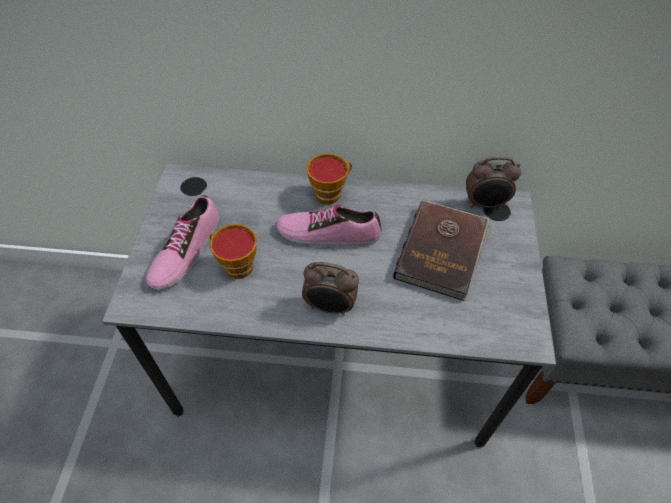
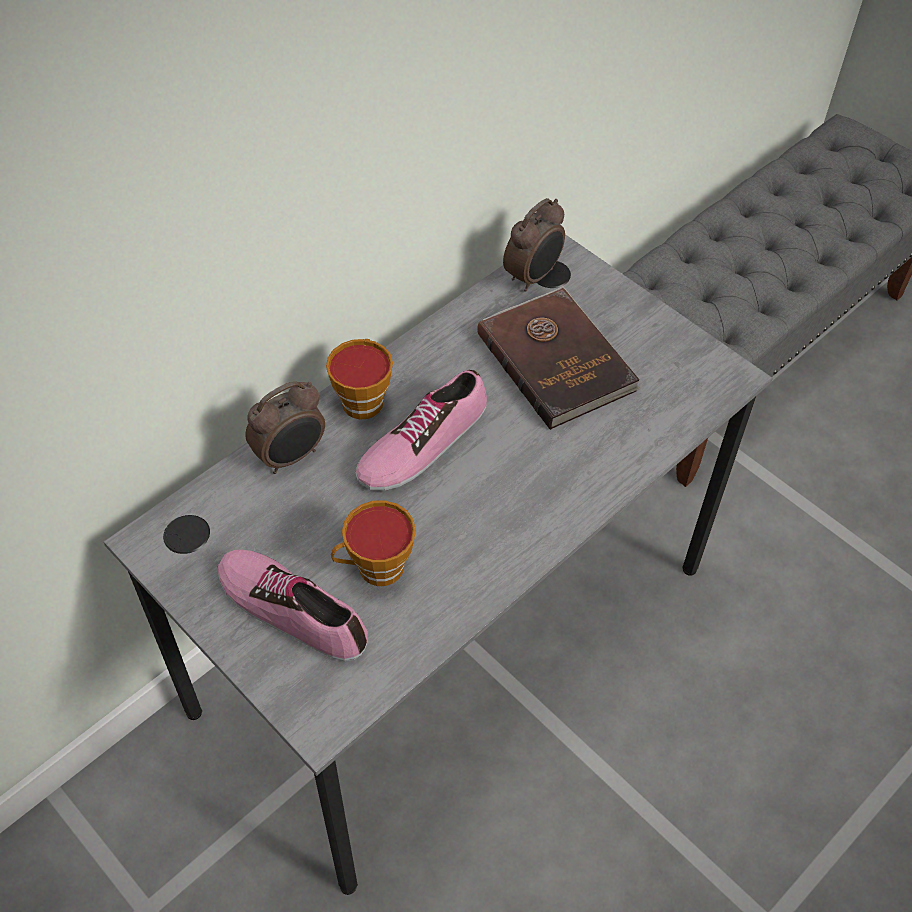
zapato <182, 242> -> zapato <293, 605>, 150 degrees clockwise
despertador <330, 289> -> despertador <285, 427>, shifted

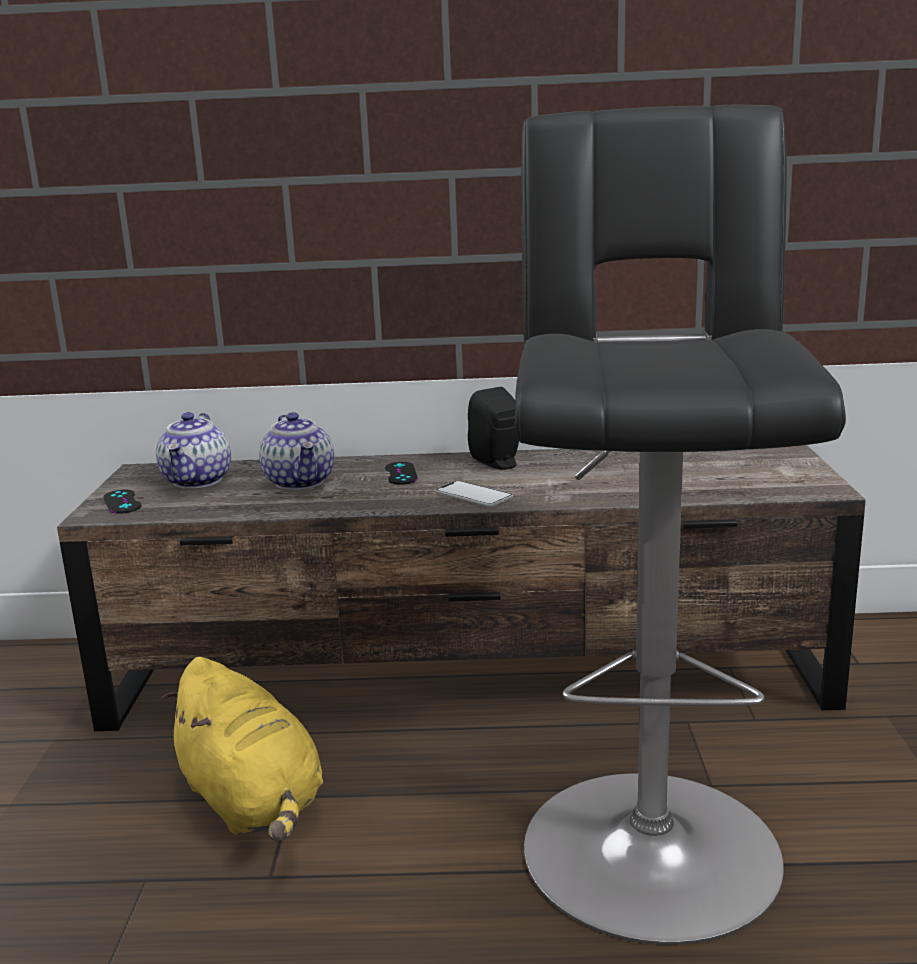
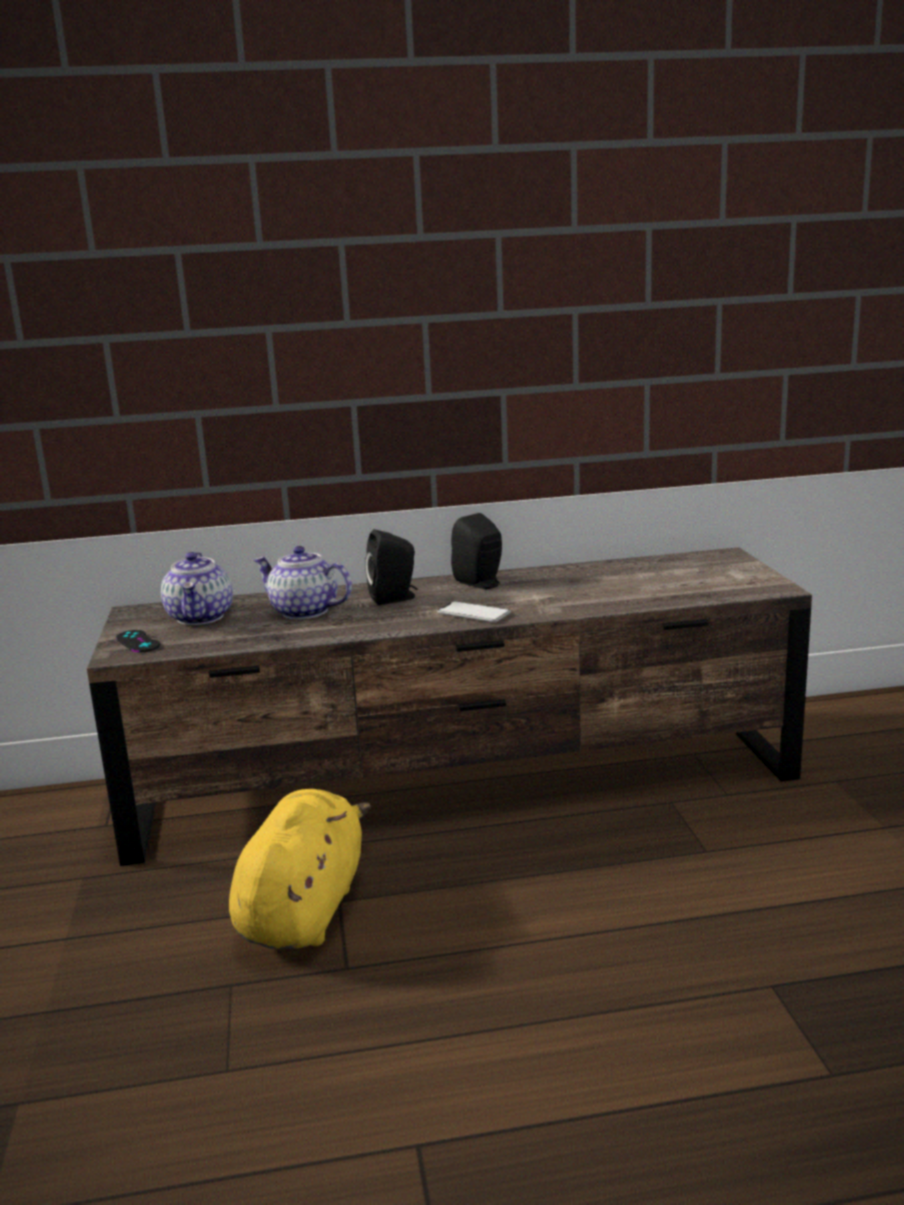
taburete [negro] <680, 525> -> none
tetera <296, 451> -> tetera <302, 583>, 150 degrees clockwise
mando de consola [negro] <401, 473> -> altavoz [negro] <391, 567>
peluche [amarillo] <242, 749> -> peluche [amarillo] <300, 869>, 120 degrees counterclockwise

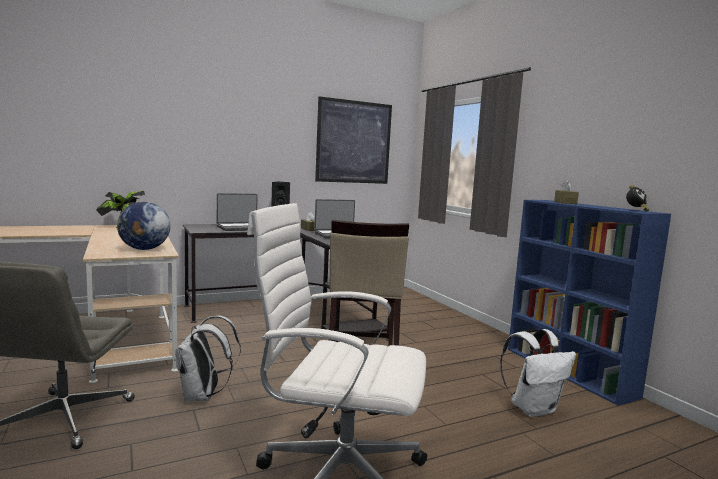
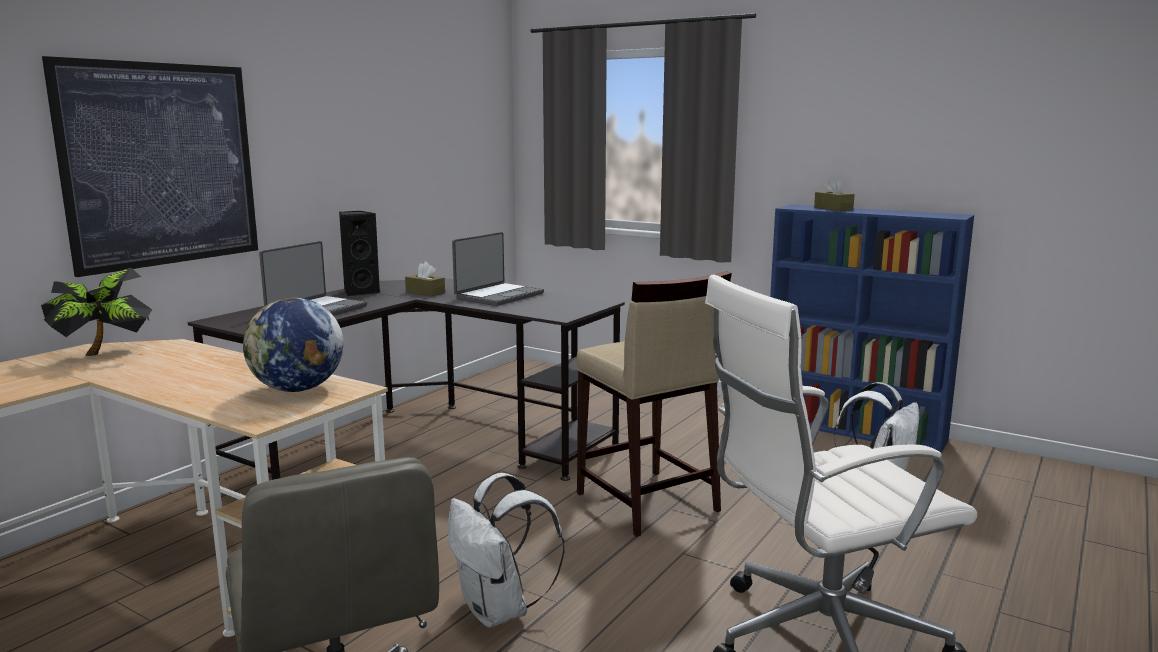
cuadro <353, 140> -> cuadro <150, 166>, shifted
despertador <637, 198> -> none

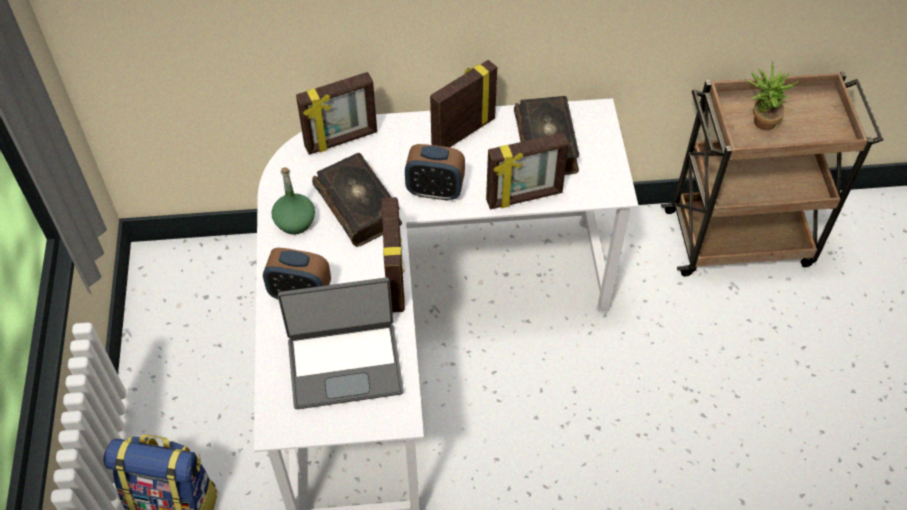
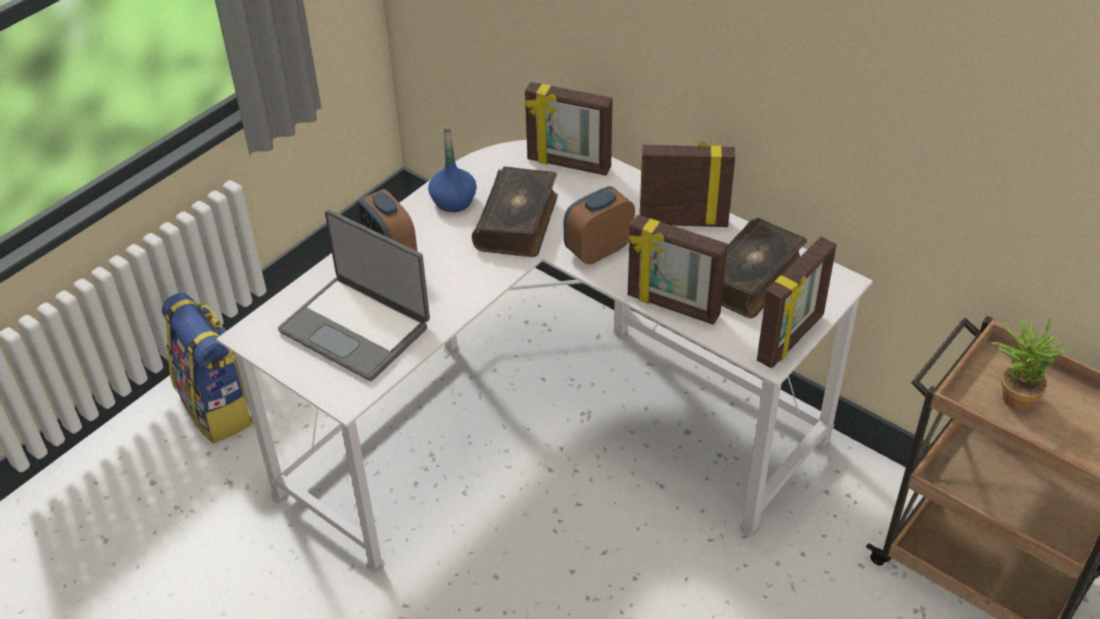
despertador <435, 172> -> despertador <599, 225>, 90 degrees clockwise
botella [verde] <293, 201> -> botella [azul] <452, 168>
portarretratos <393, 255> -> portarretratos <796, 303>, shifted

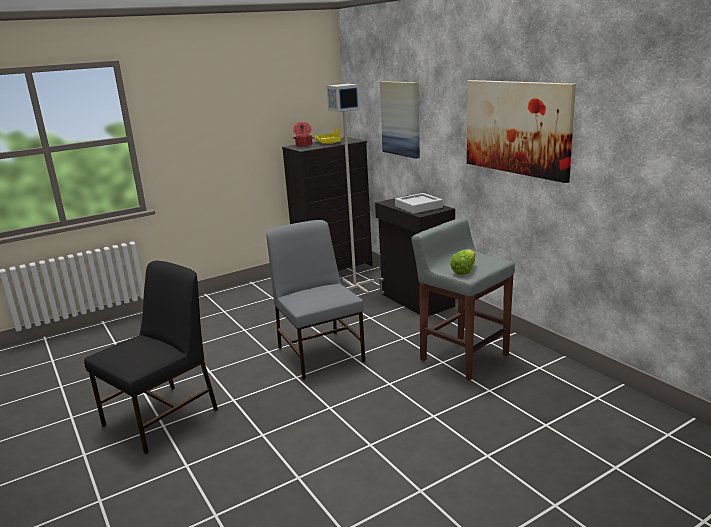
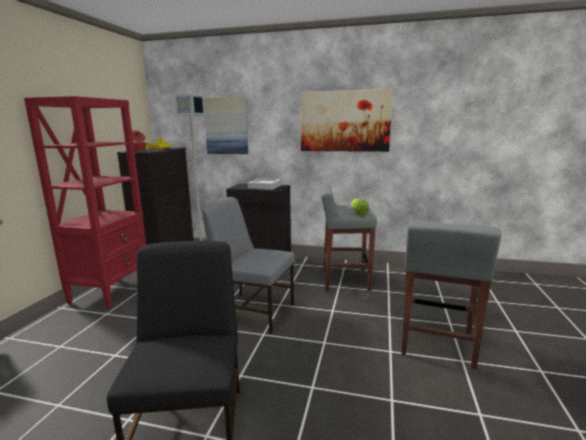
none -> estantería [rojo] <85, 202>
none -> taburete [gris] <451, 295>

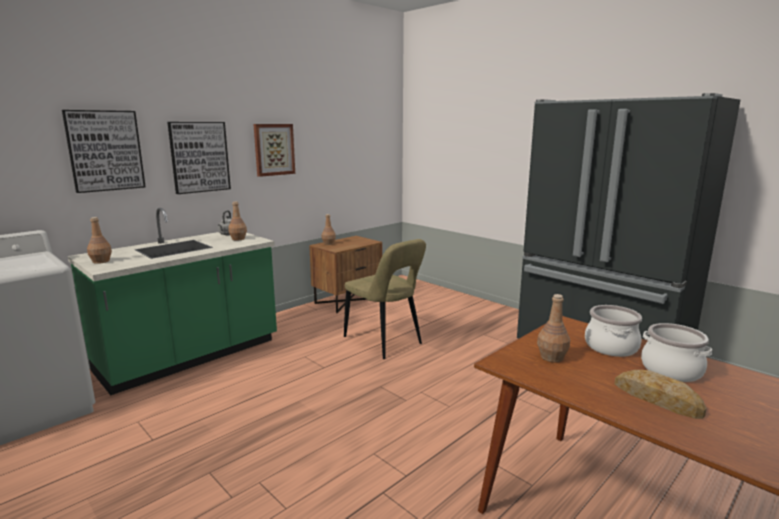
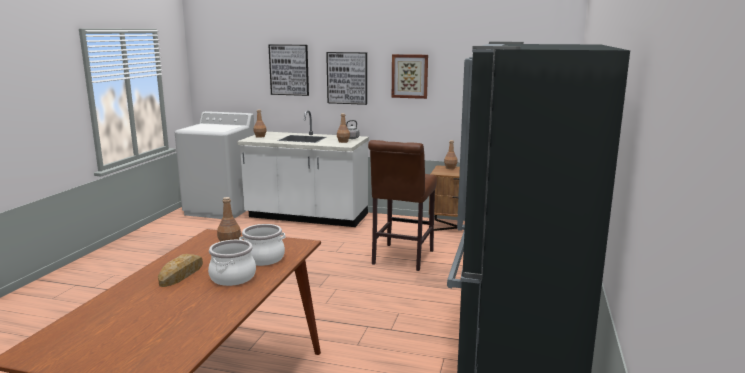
mueble bajo de cocina [verde] <172, 301> -> mueble bajo de cocina [blanco] <303, 168>
silla [beis] <385, 299> -> taburete [marrón] <402, 205>

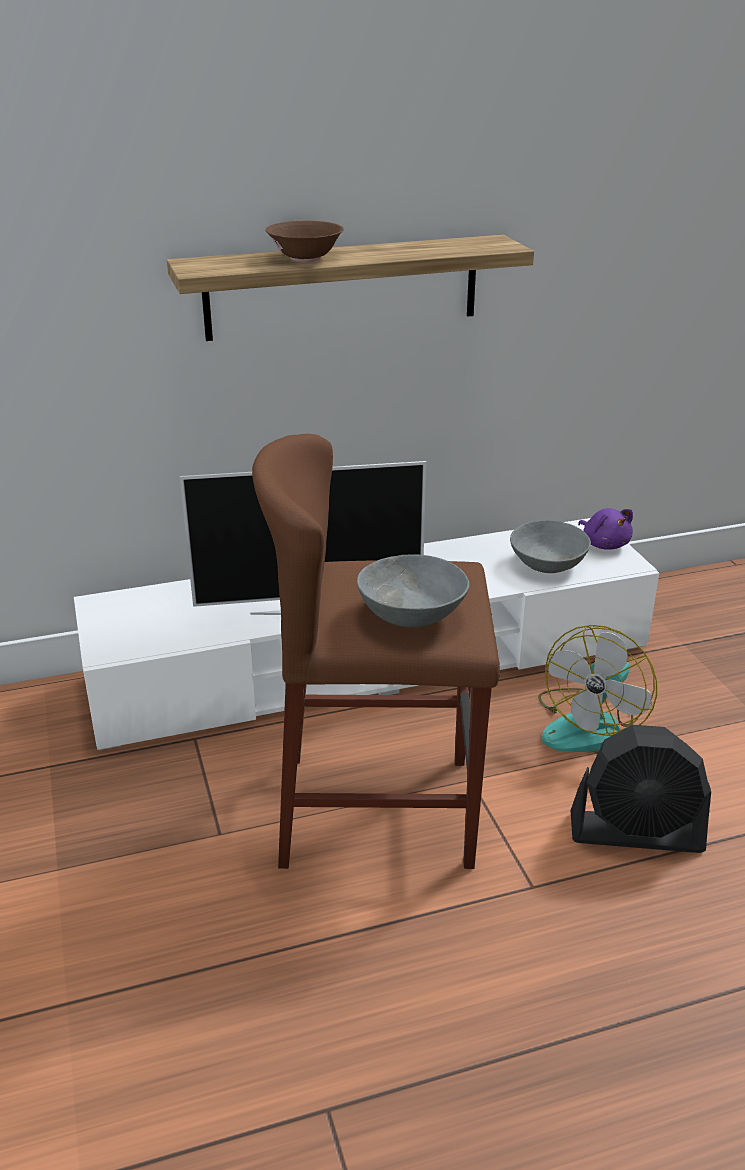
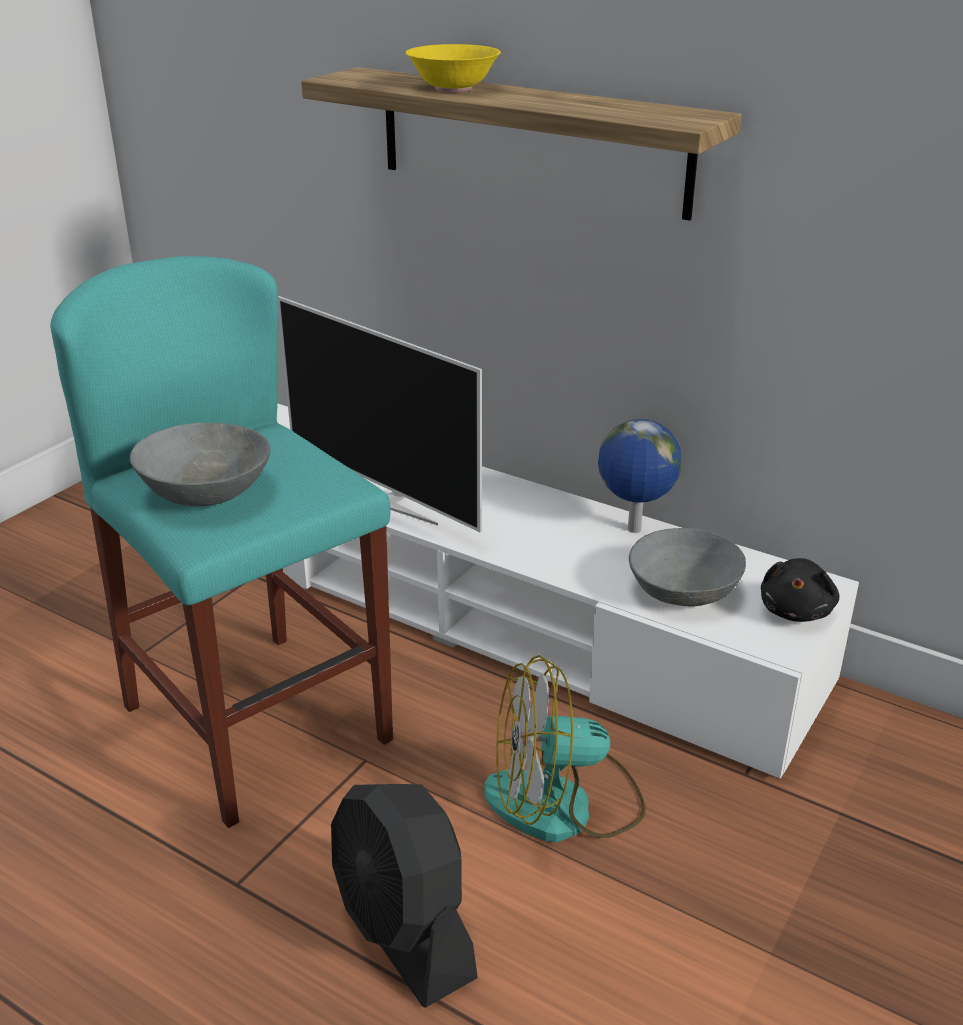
cuenco [marrón] <304, 241> -> cuenco [amarillo] <453, 68>
taburete [marrón] <376, 651> -> taburete [turquesa] <221, 542>
peluche [morado] <605, 529> -> peluche [negro] <800, 590>
none -> globo terráqueo <640, 476>

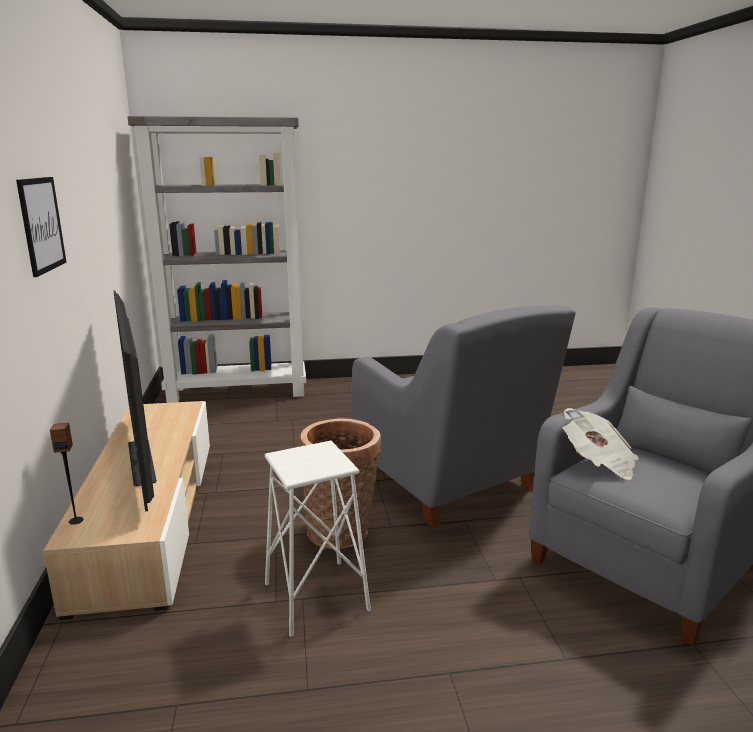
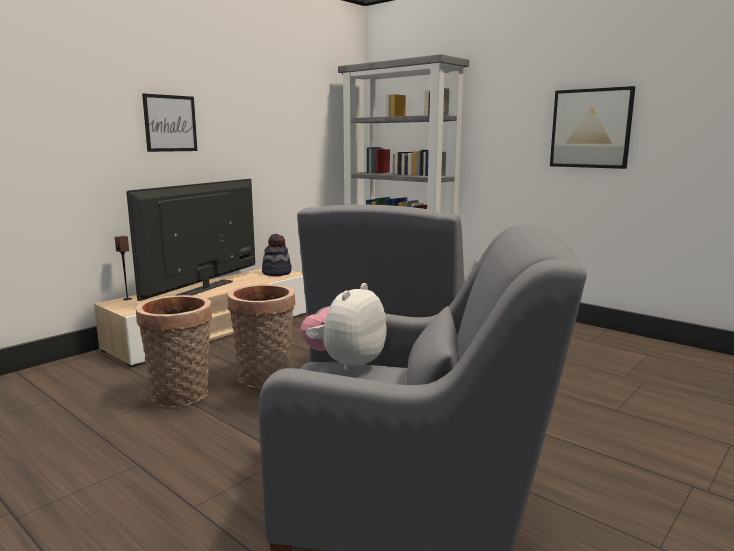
periódico <600, 444> -> peluche <343, 327>
taburete [blanco] <318, 539> -> cesta <174, 351>
none -> cuadro <592, 127>
none -> sombrero <277, 255>

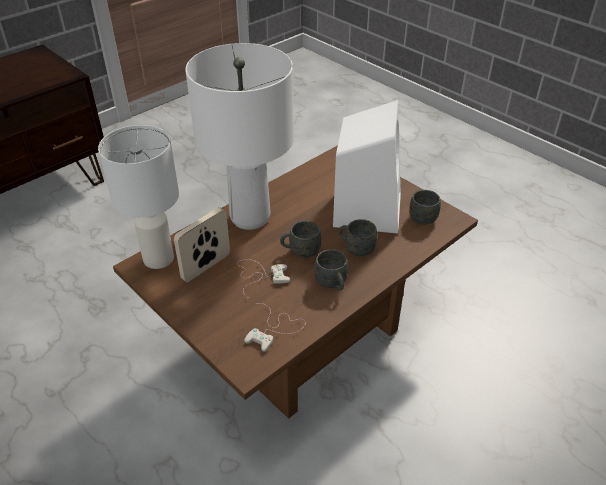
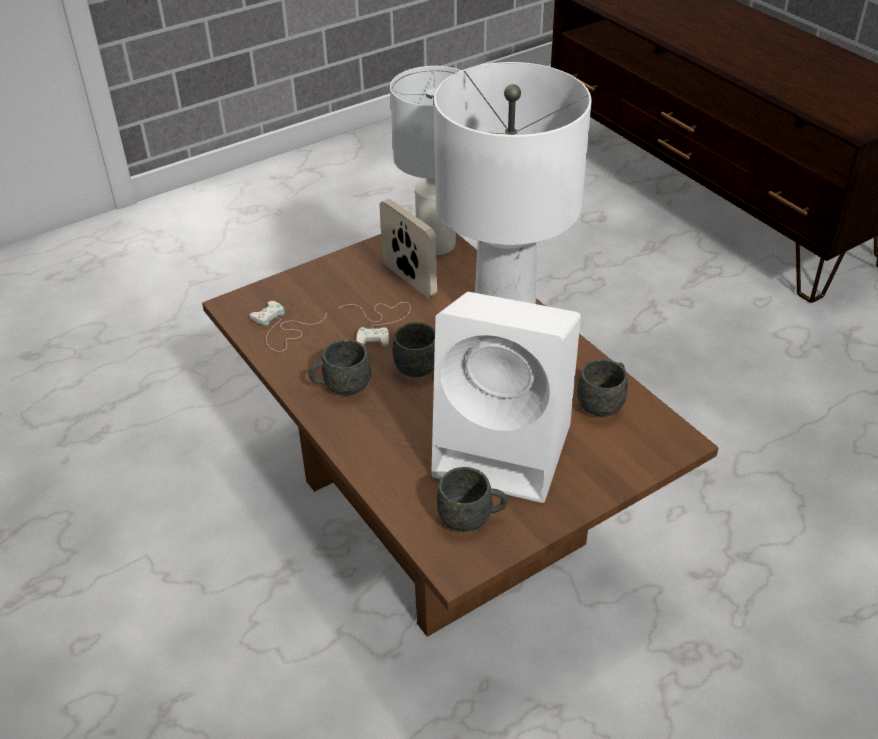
taza grande [gris] <357, 237> -> taza grande [gris] <602, 387>, shifted

